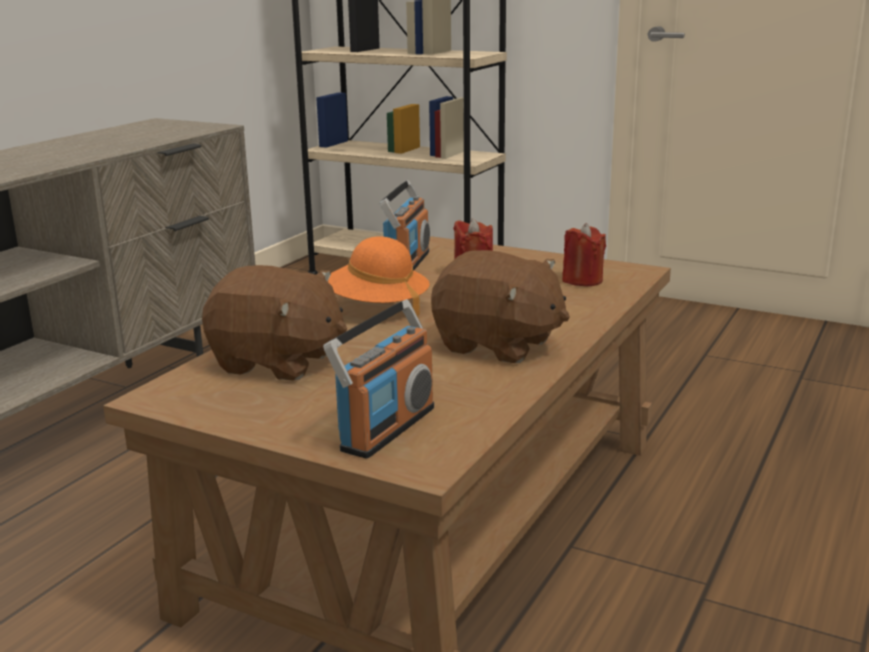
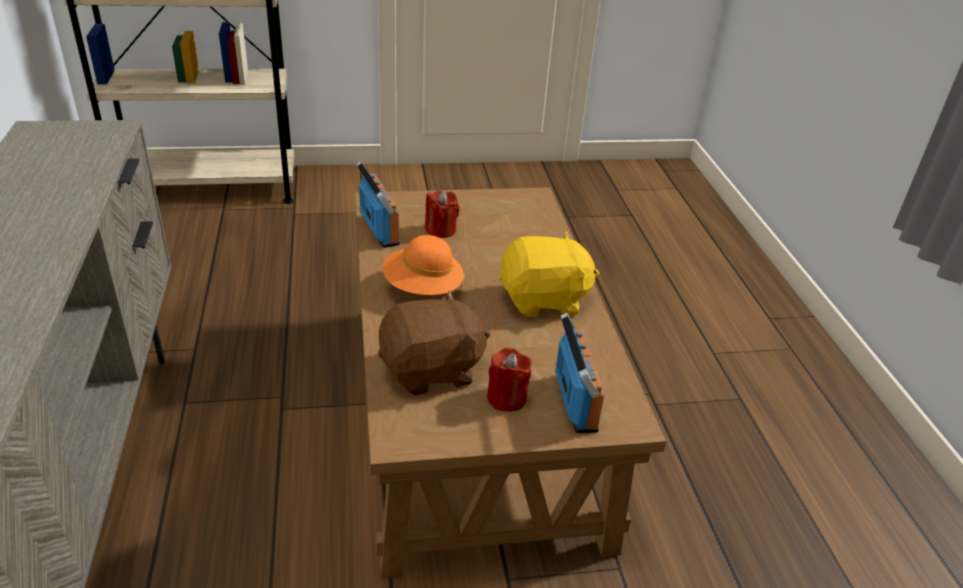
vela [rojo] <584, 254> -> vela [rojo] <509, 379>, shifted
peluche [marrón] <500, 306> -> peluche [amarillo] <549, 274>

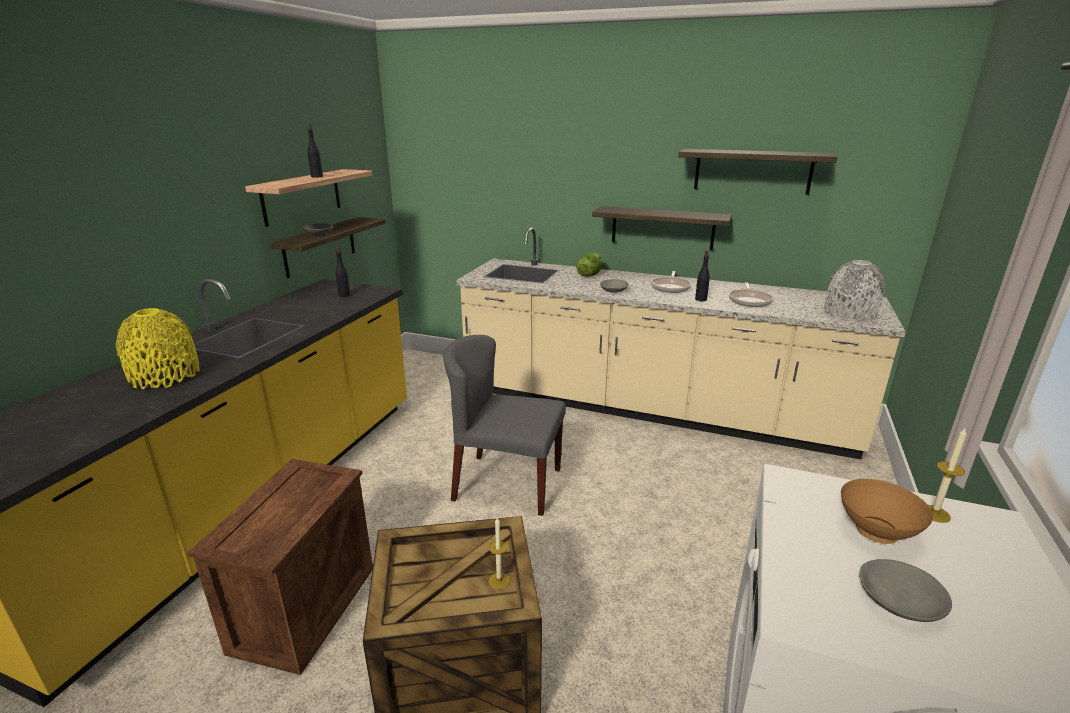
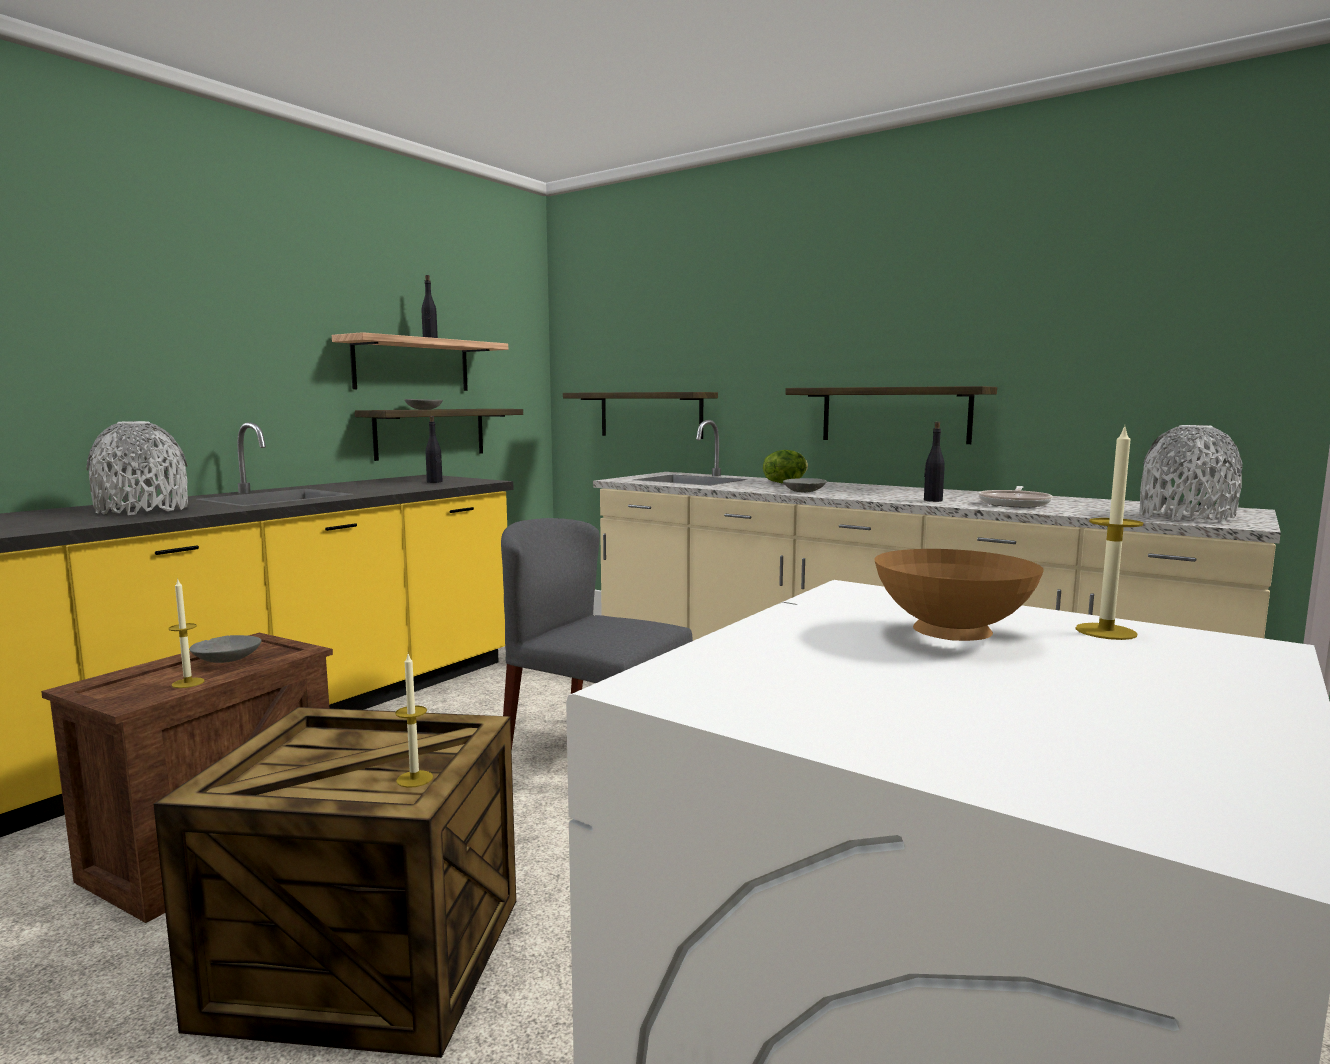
estante <757, 172> -> estante <640, 415>, shifted
sartén <671, 282> -> none
florero [amarillo] <157, 348> -> florero [gris] <137, 468>
cuenco [gris] <905, 590> -> cuenco [gris] <225, 649>, shifted
none -> vela <186, 634>

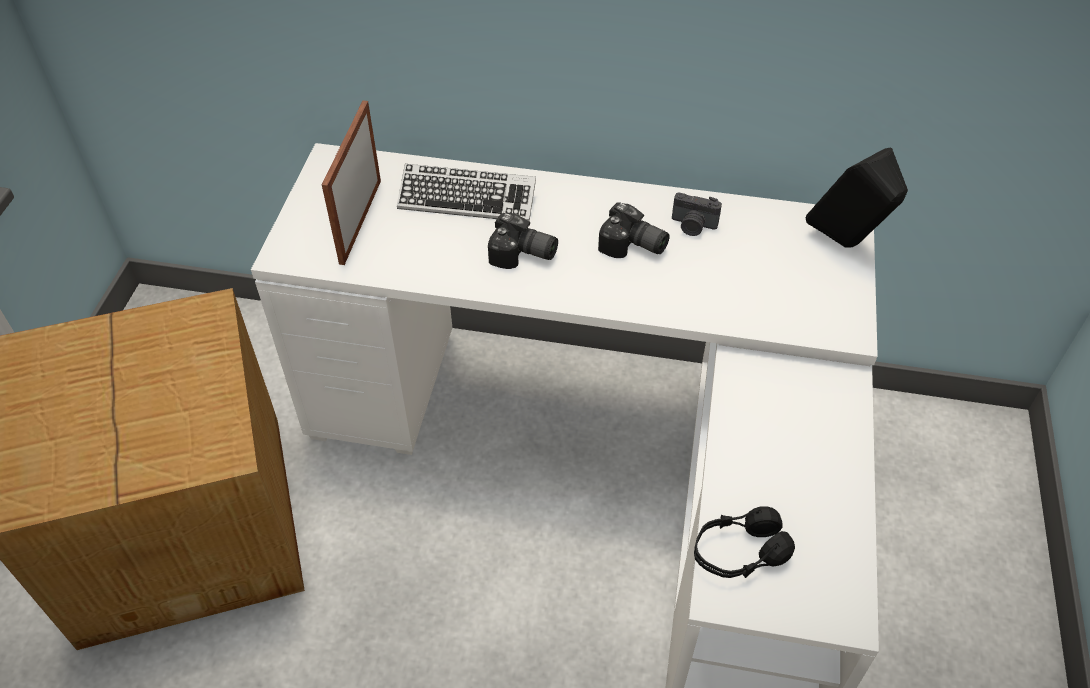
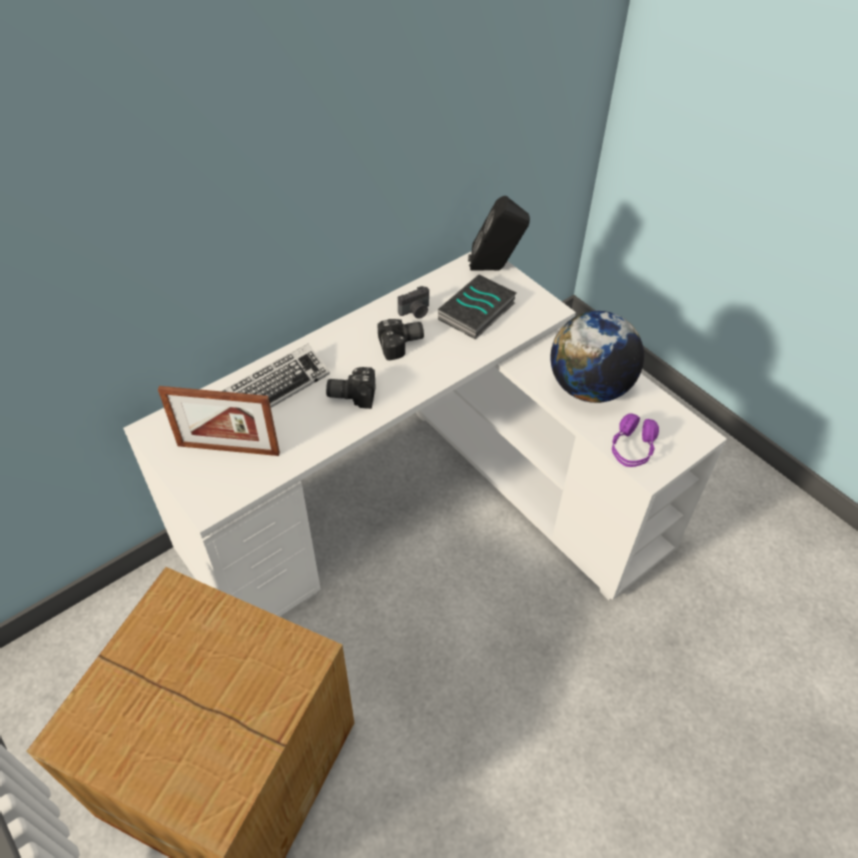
portarretratos <351, 183> -> portarretratos <219, 421>, 45 degrees counterclockwise
cámara <523, 241> -> cámara <351, 388>, 150 degrees counterclockwise
auriculares [negro] <744, 542> -> auriculares [morado] <635, 440>
none -> libro <477, 307>
none -> globo terráqueo <597, 357>

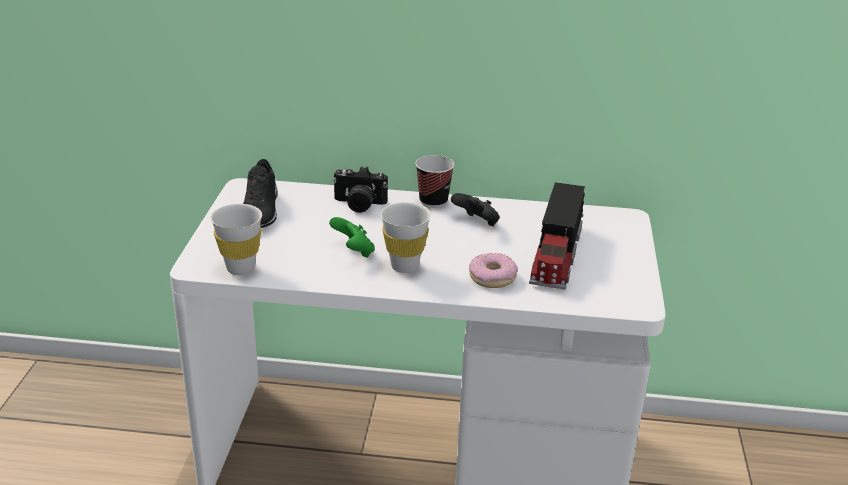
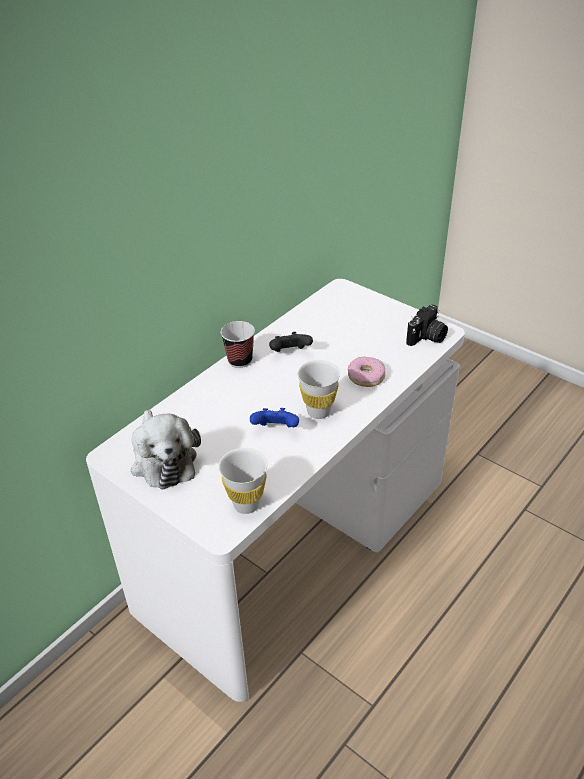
zapato [negro] <260, 193> -> peluche <166, 449>
cámara <360, 189> -> cámara <427, 325>, shifted
camión de juguete <557, 236> -> none
mando de consola [verde] <352, 237> -> mando de consola [azul] <274, 417>

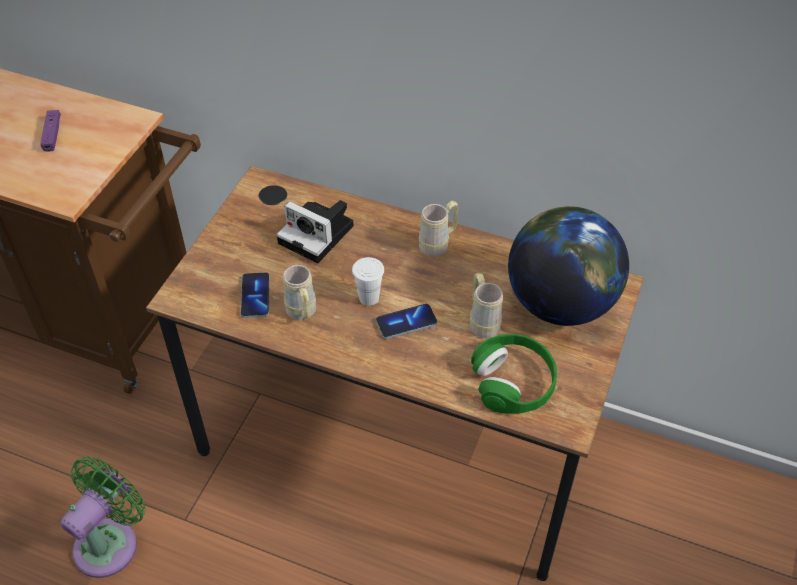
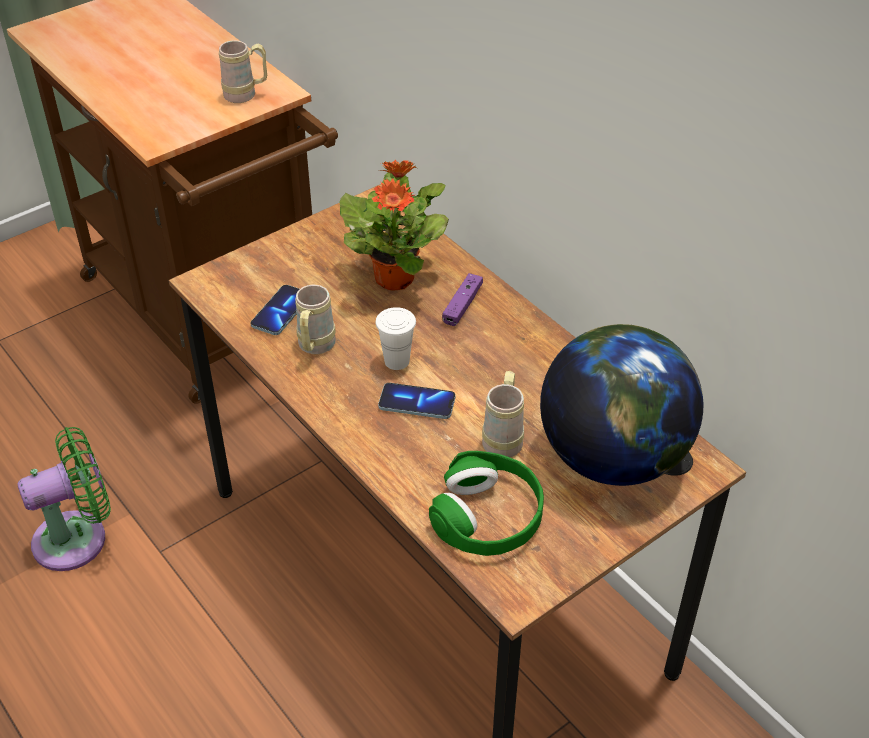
mando de consola [morado] <50, 131> -> mando de consola [morado] <462, 299>, shifted
cámara <315, 231> -> planta en maceta <394, 225>
taza grande [beis] <439, 229> -> taza grande [beis] <243, 71>, shifted

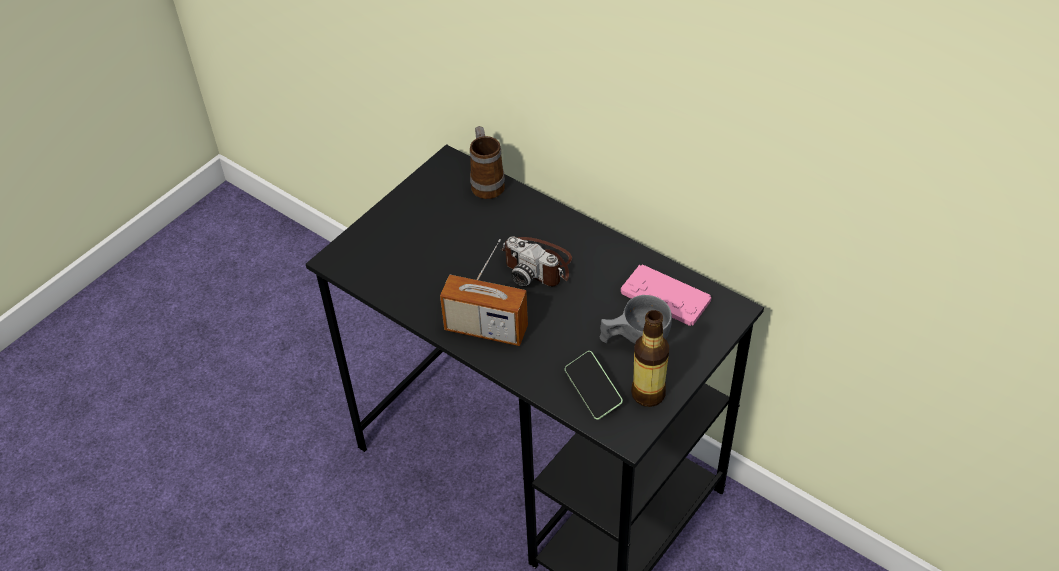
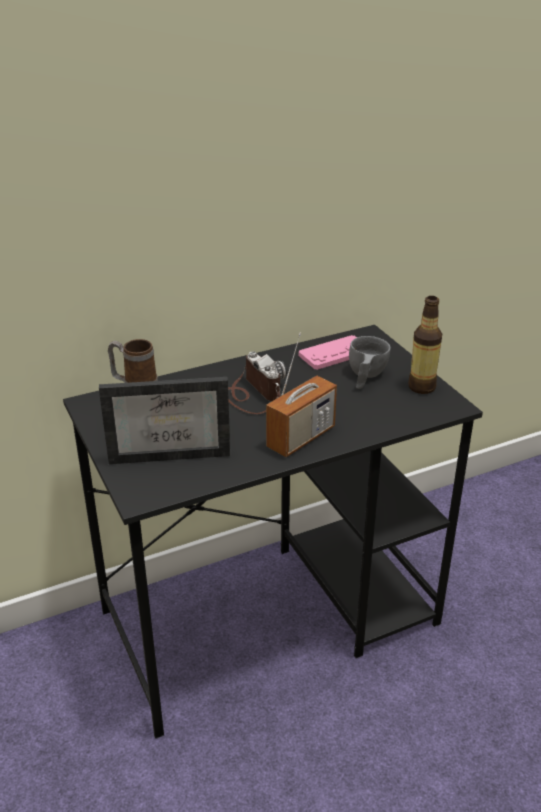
cámara <536, 261> -> cámara <257, 382>, 90 degrees counterclockwise
móvil <594, 385> -> none
none -> portarretratos <164, 420>

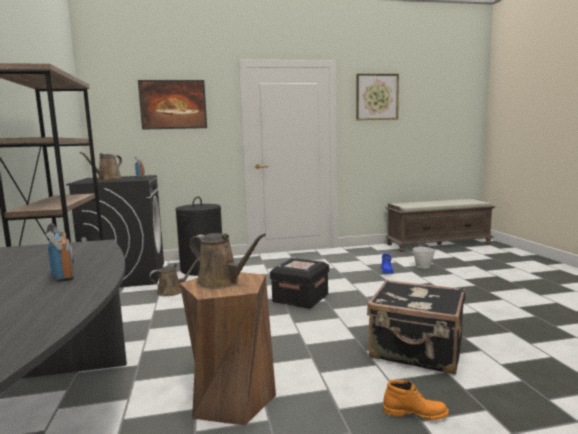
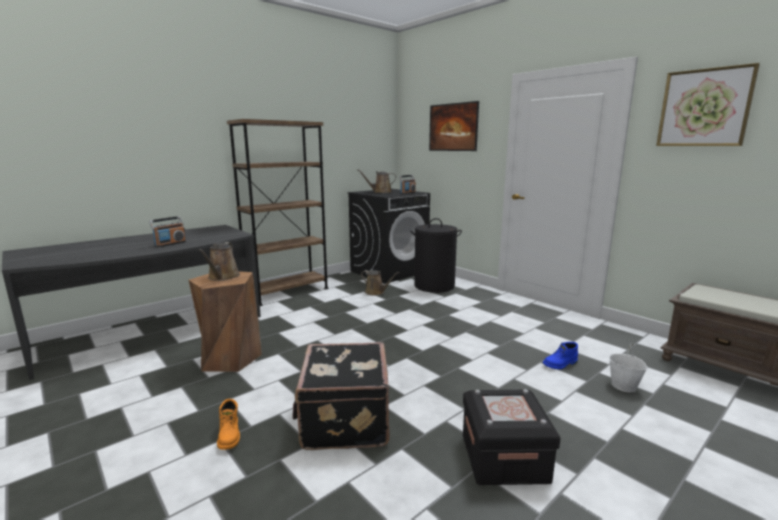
caja de almacenaje [negro] <299, 283> -> caja de almacenaje [negro] <512, 437>, shifted

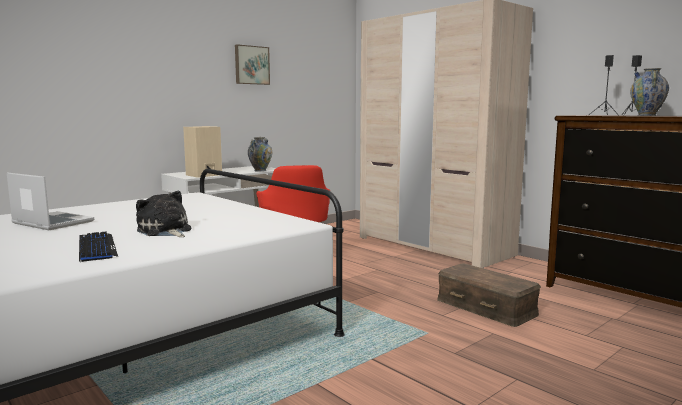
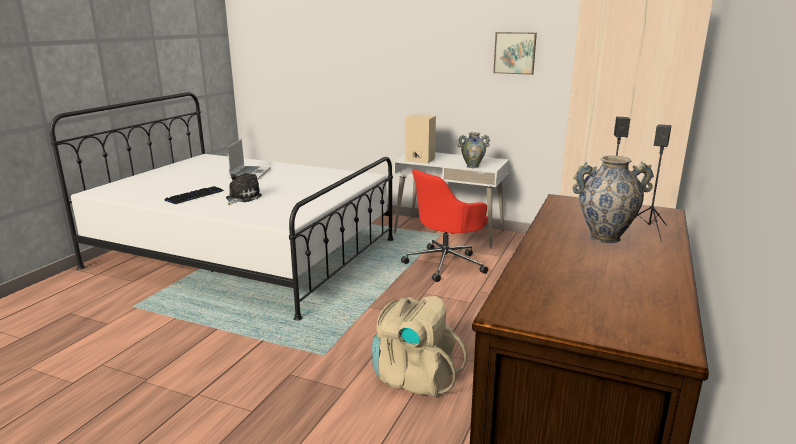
caja de almacenaje [marrón] <489, 295> -> mochila [beis] <419, 347>

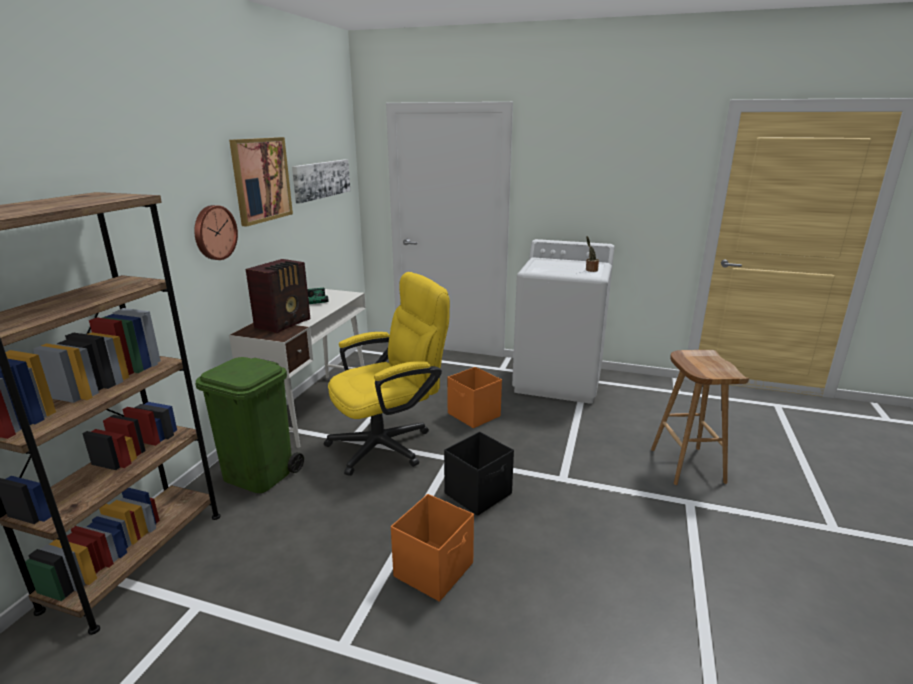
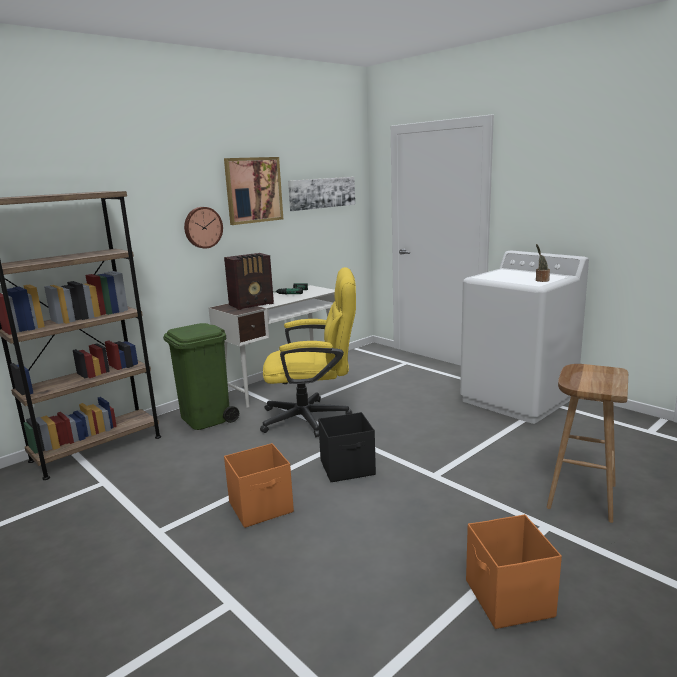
caja de almacenaje [naranja] <474, 397> -> caja de almacenaje [naranja] <514, 571>, shifted

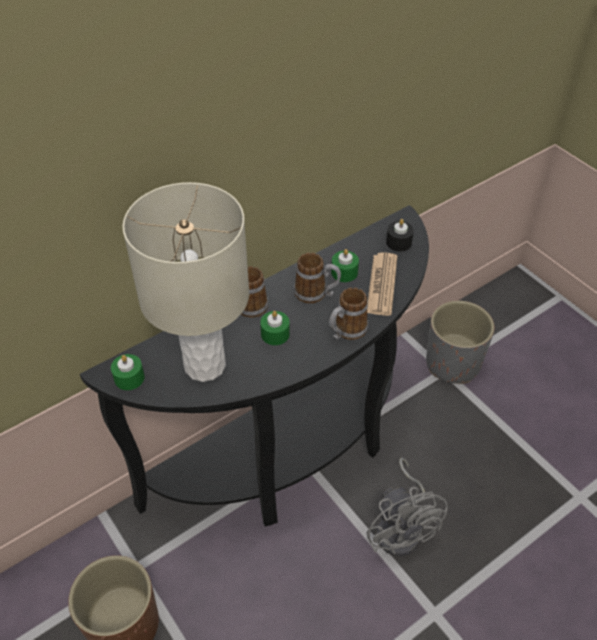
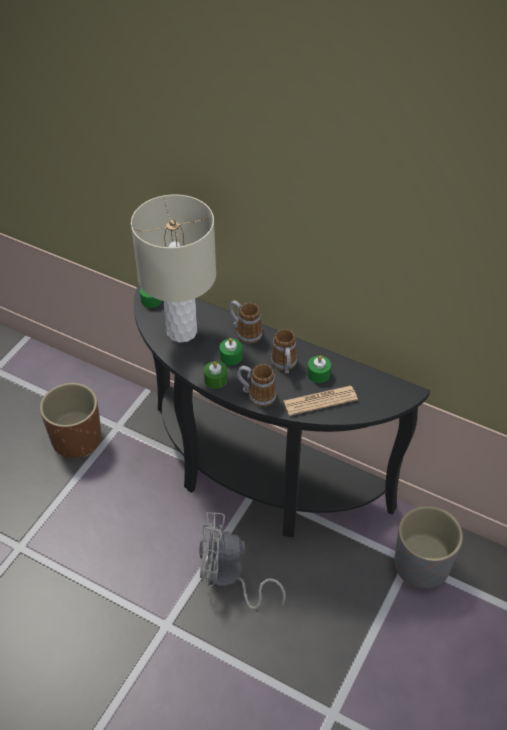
vela [negro] <400, 235> -> none
ventilador [gris] <406, 506> -> ventilador [gris] <242, 560>, 45 degrees clockwise
none -> vela [verde] <215, 375>

